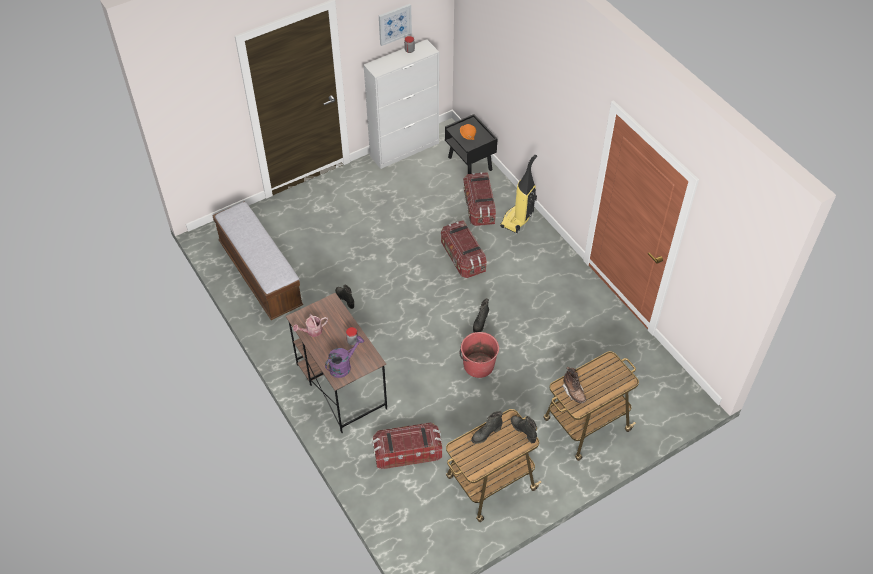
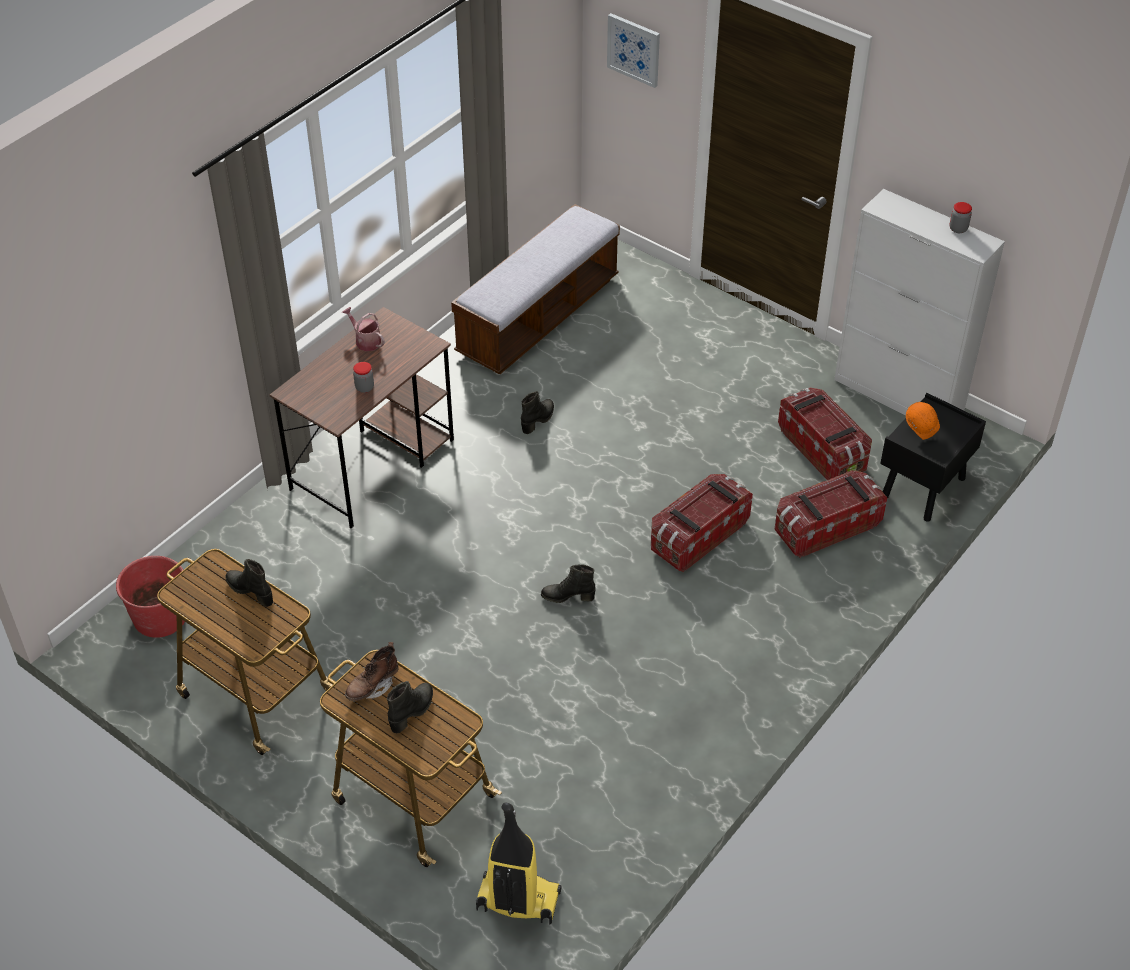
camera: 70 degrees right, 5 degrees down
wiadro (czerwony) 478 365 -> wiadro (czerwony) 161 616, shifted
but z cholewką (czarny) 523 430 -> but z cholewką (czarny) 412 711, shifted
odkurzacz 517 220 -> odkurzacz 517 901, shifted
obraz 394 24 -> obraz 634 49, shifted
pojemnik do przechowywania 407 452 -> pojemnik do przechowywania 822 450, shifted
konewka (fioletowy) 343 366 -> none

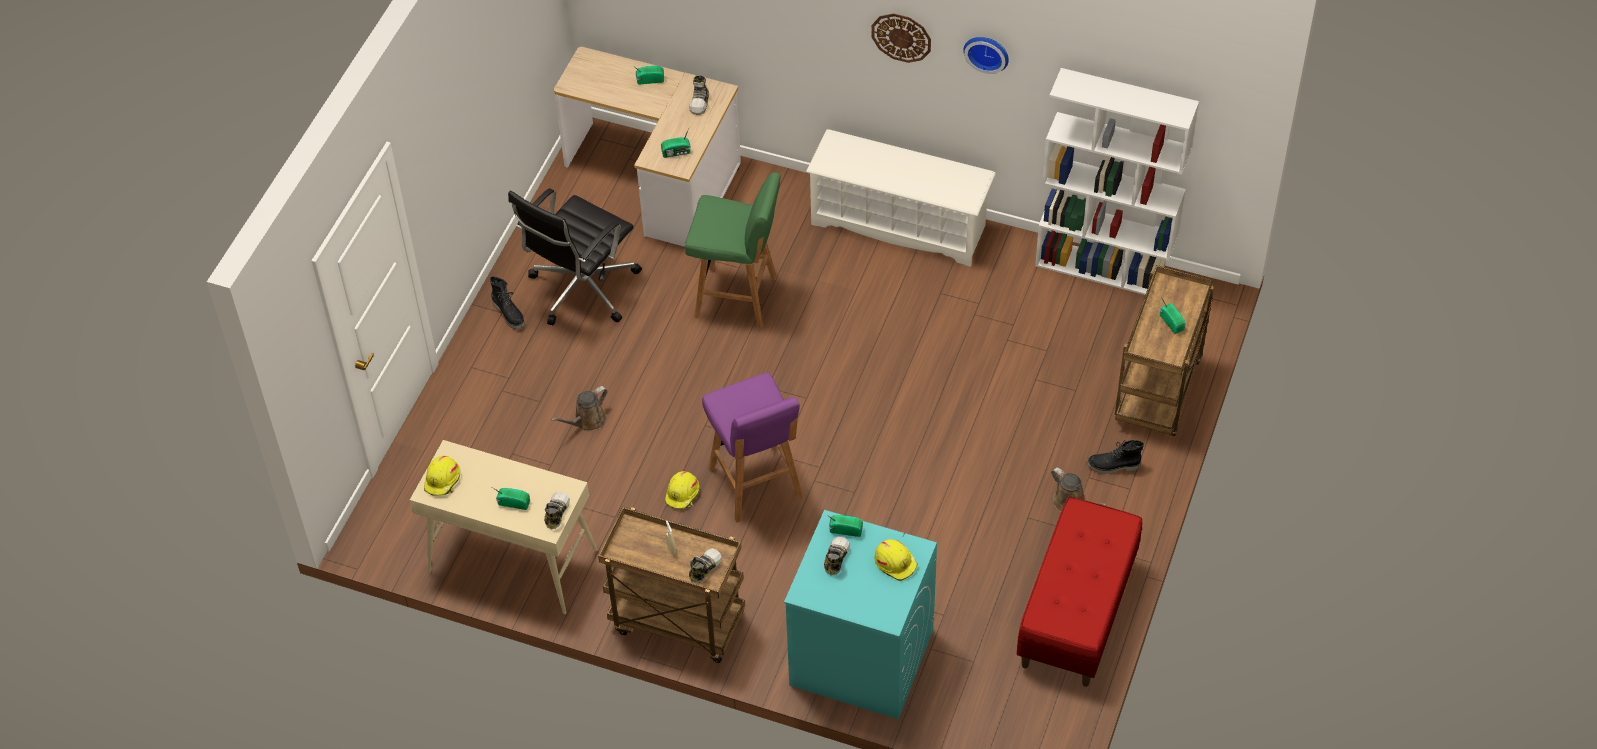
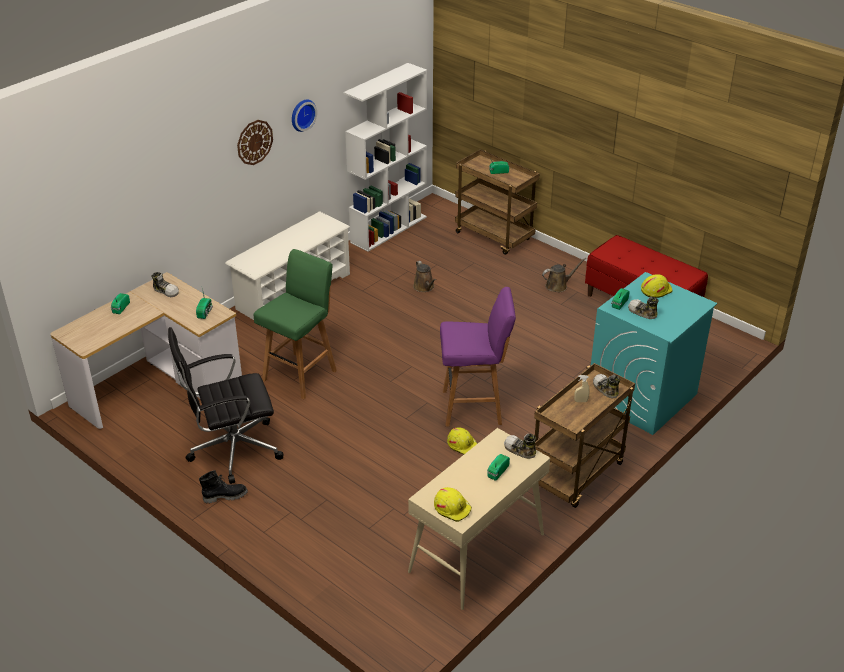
camera: 70 degrees left, 15 degrees down
krzesło biurowe (czarny) 581 290 -> krzesło biurowe (czarny) 232 450, 105 degrees clockwise
konewka (brązowy) 587 421 -> konewka (brązowy) 424 287, shifted
but z cholewką (czarny) 1113 466 -> none

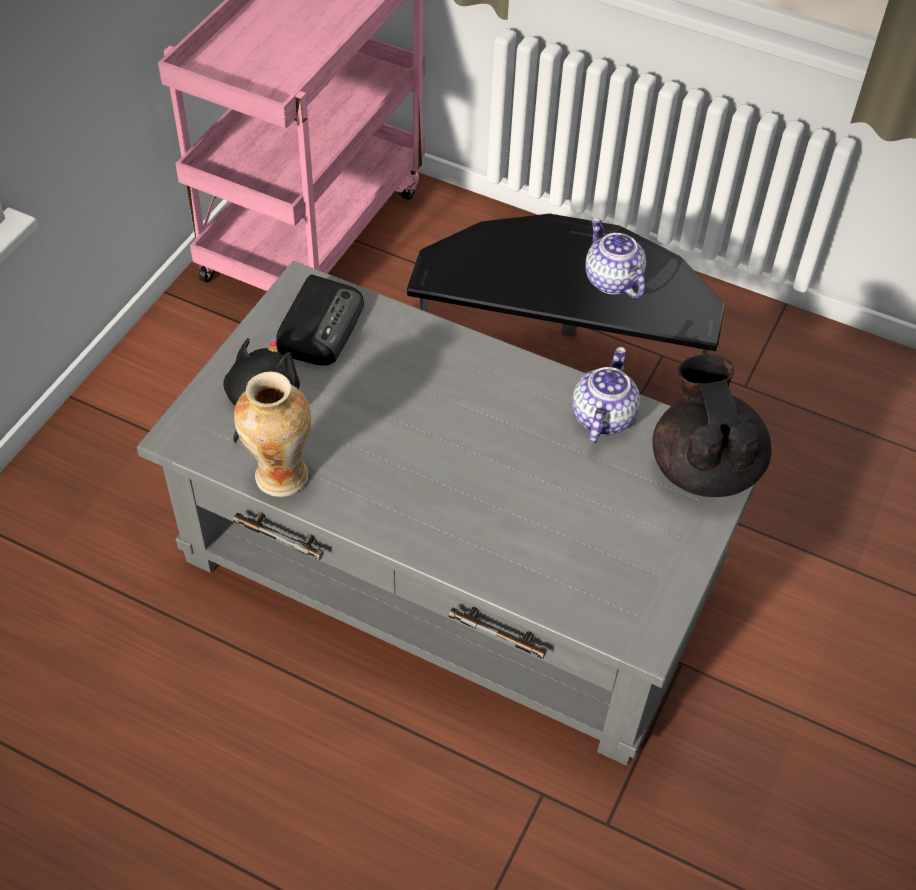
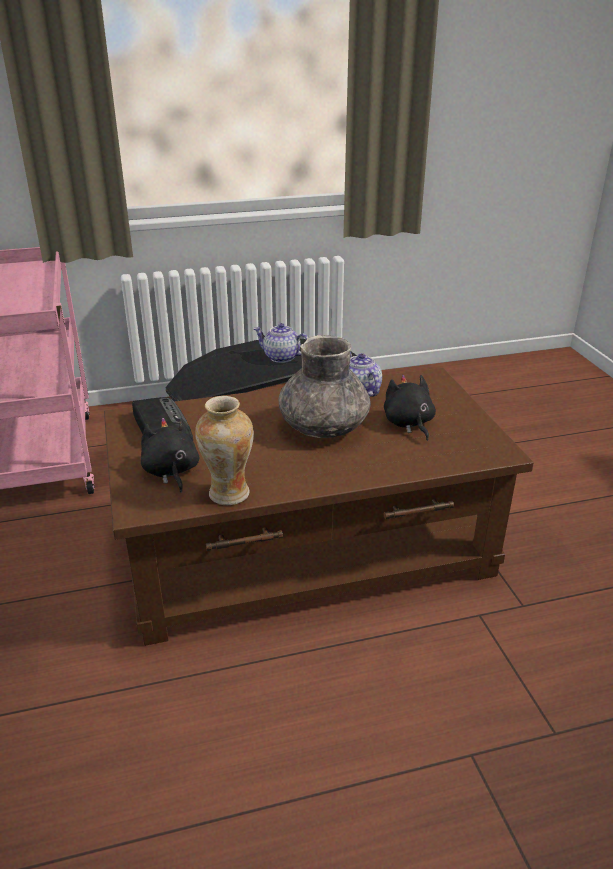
camera: 40 degrees left, 20 degrees down
ława (szary) 451 564 -> ława (brązowy) 305 550
none -> wazon (szary) 323 427
none -> pluszak (czarny) 408 424
imbryk (czarny) 704 467 -> none

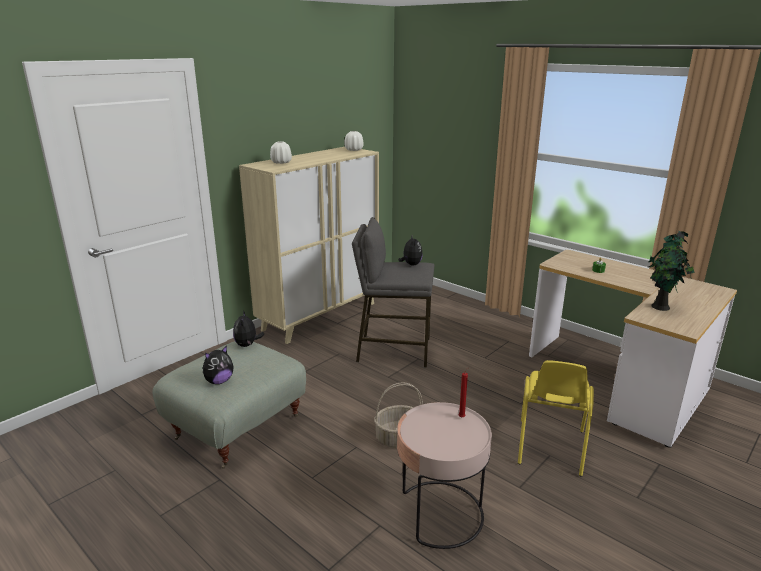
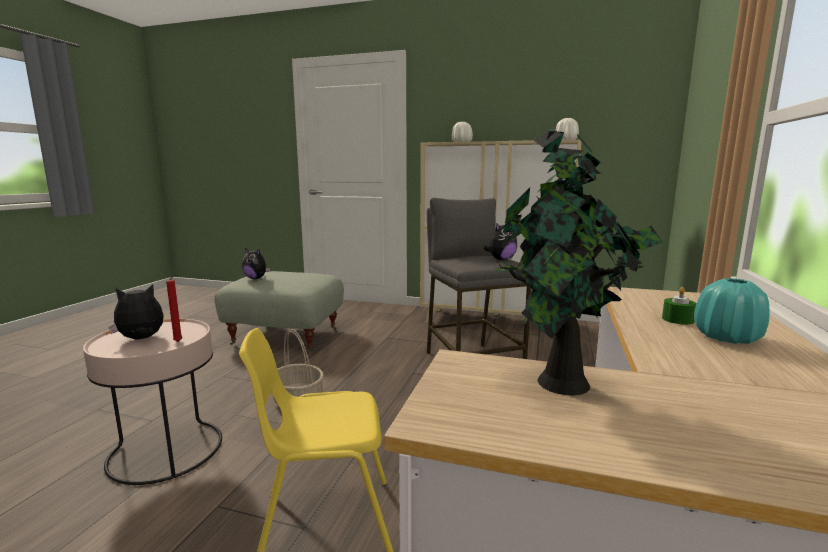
camera: 65 degrees right, 10 degrees down
pluszak 247 345 -> pluszak 141 339, shifted
none -> wazon (turkusowy) 727 337

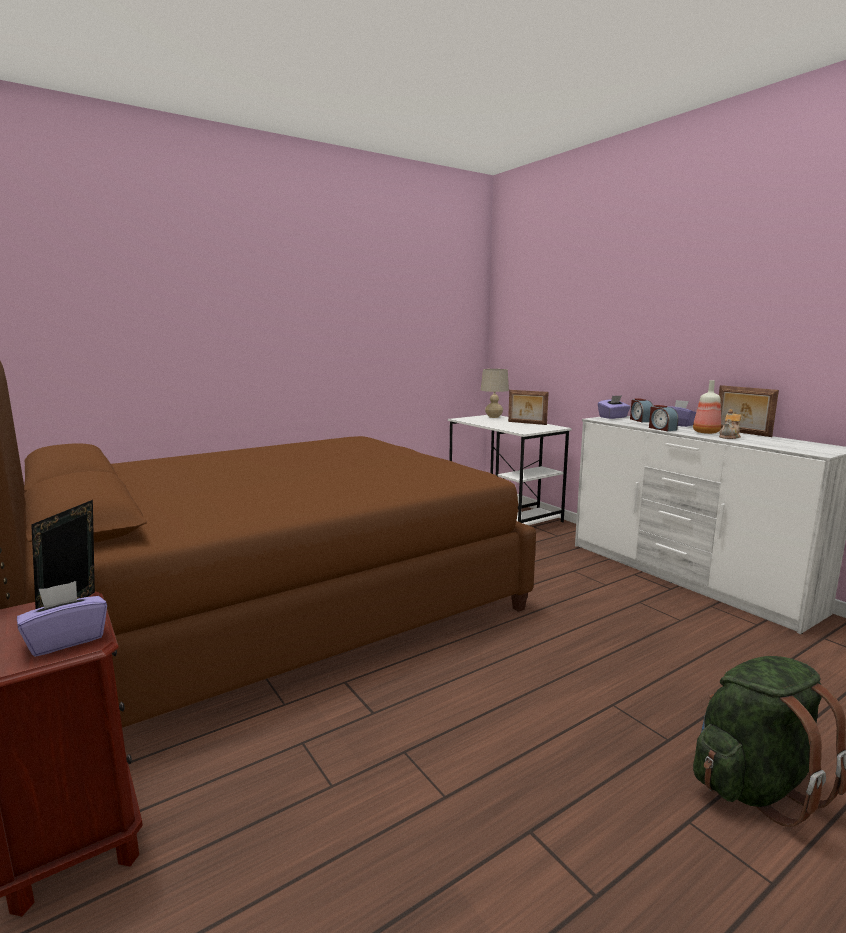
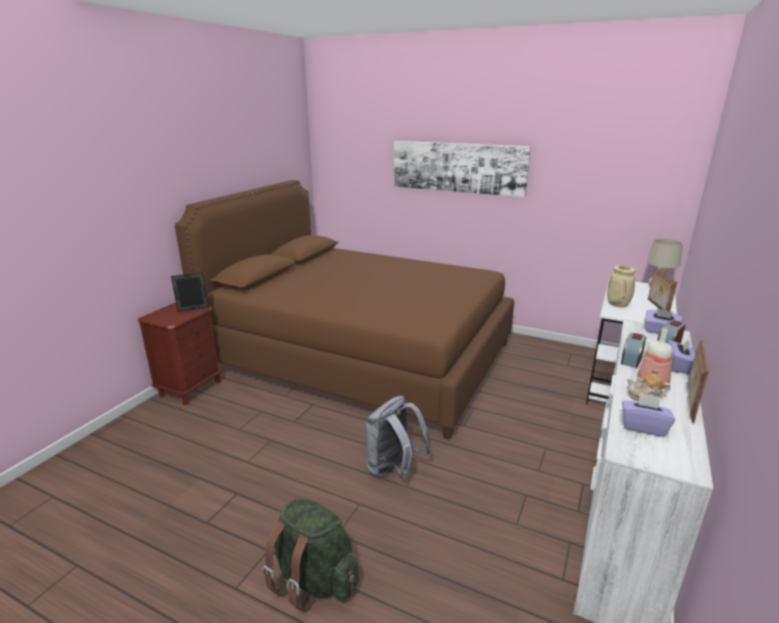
camera: 60 degrees right, 10 degrees up
none -> plecak (szary) 394 469
none -> obraz 458 167
none -> wazon (beżowy) 618 305
pudełko chusteczek (fioletowy) 66 640 -> pudełko chusteczek (fioletowy) 643 427, shifted

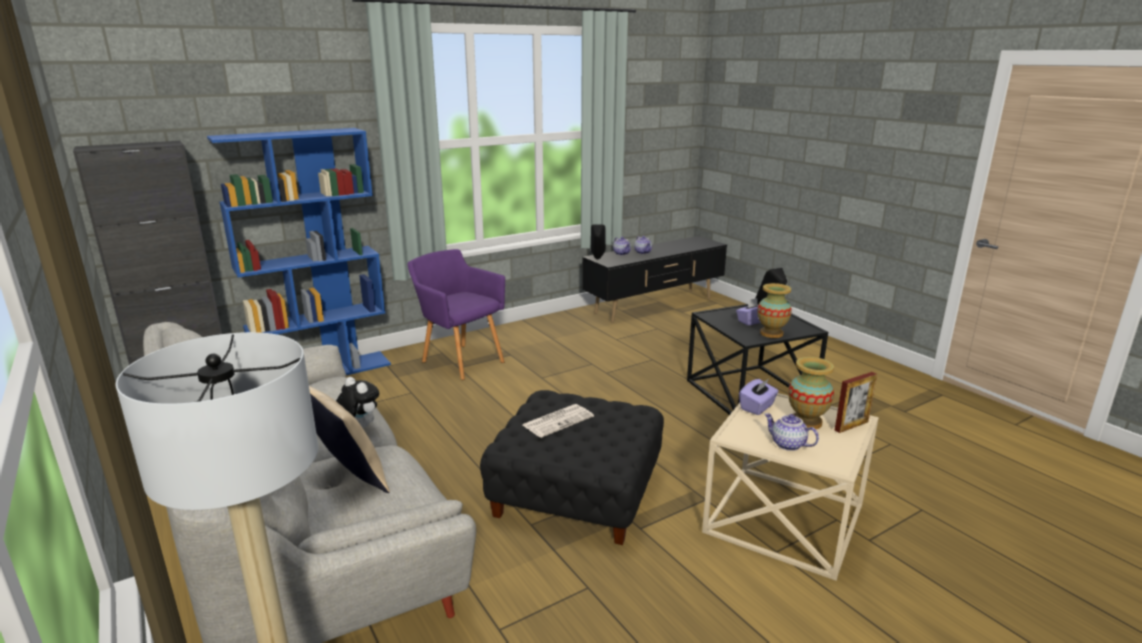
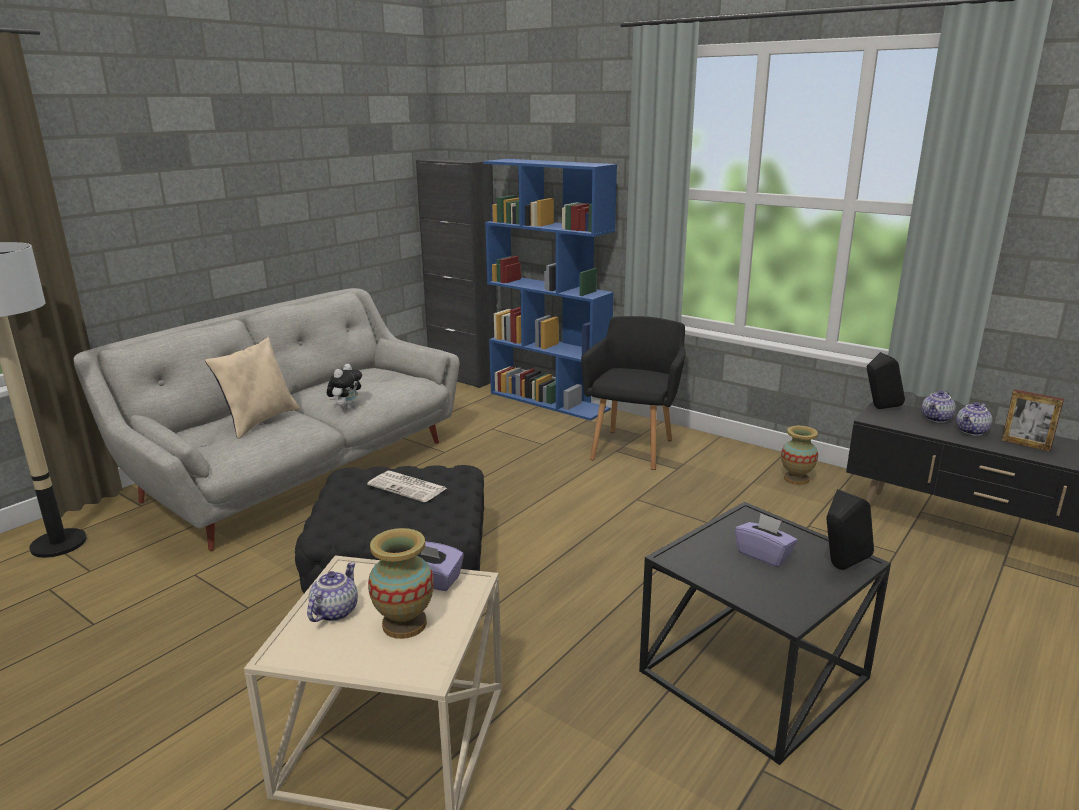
camera: 70 degrees right, 0 degrees up
fotel (fioletowy) 460 360 -> fotel (czarny) 634 447
wazon 771 333 -> wazon 796 479, shifted
ramka na zdjęcie 851 426 -> ramka na zdjęcie 1026 445, shifted

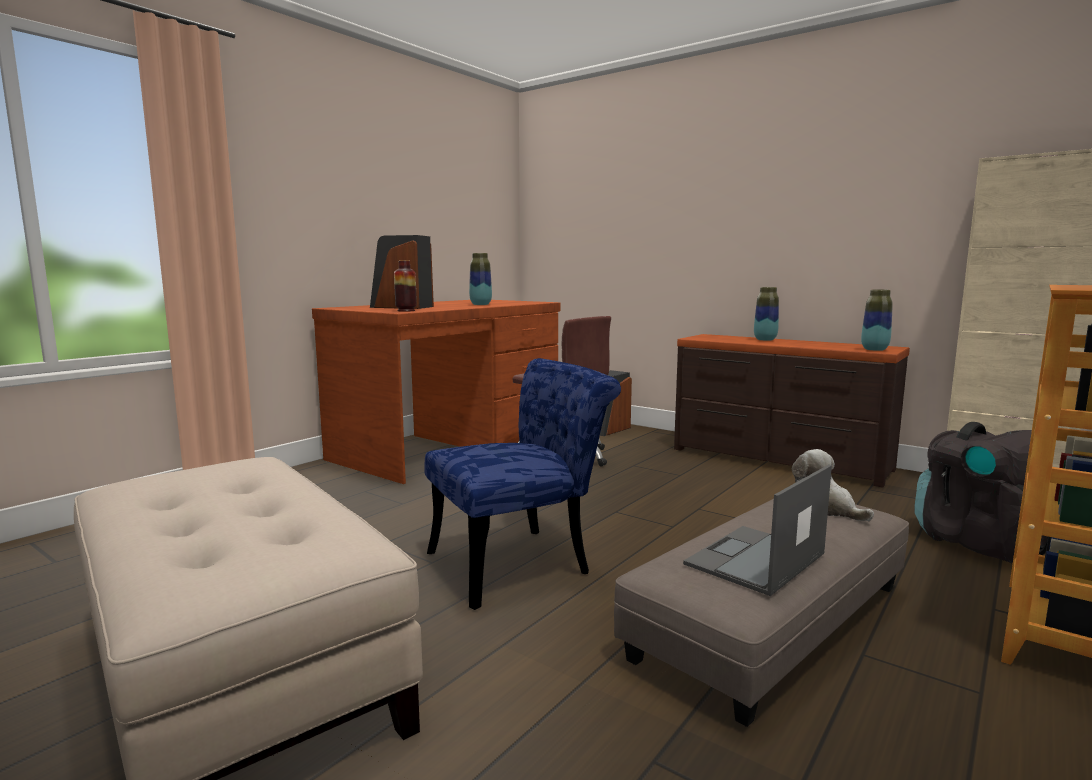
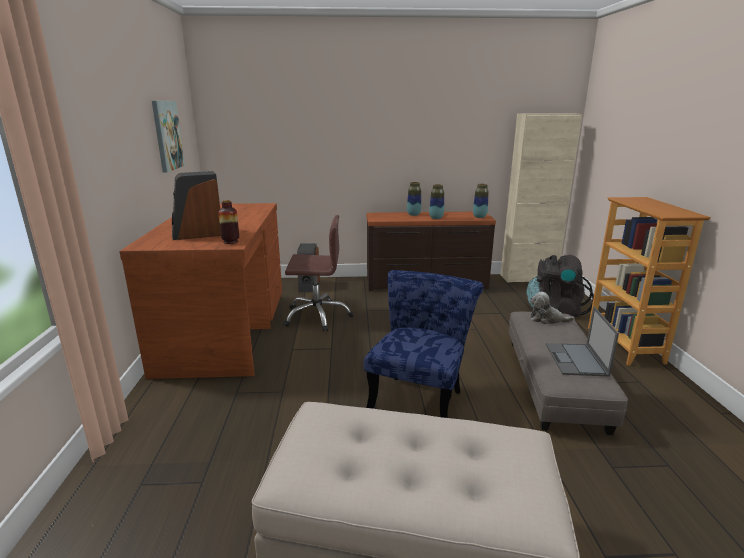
camera: 40 degrees left, 10 degrees up
none -> obraz 167 135
wazon 480 304 -> wazon 436 218, shifted

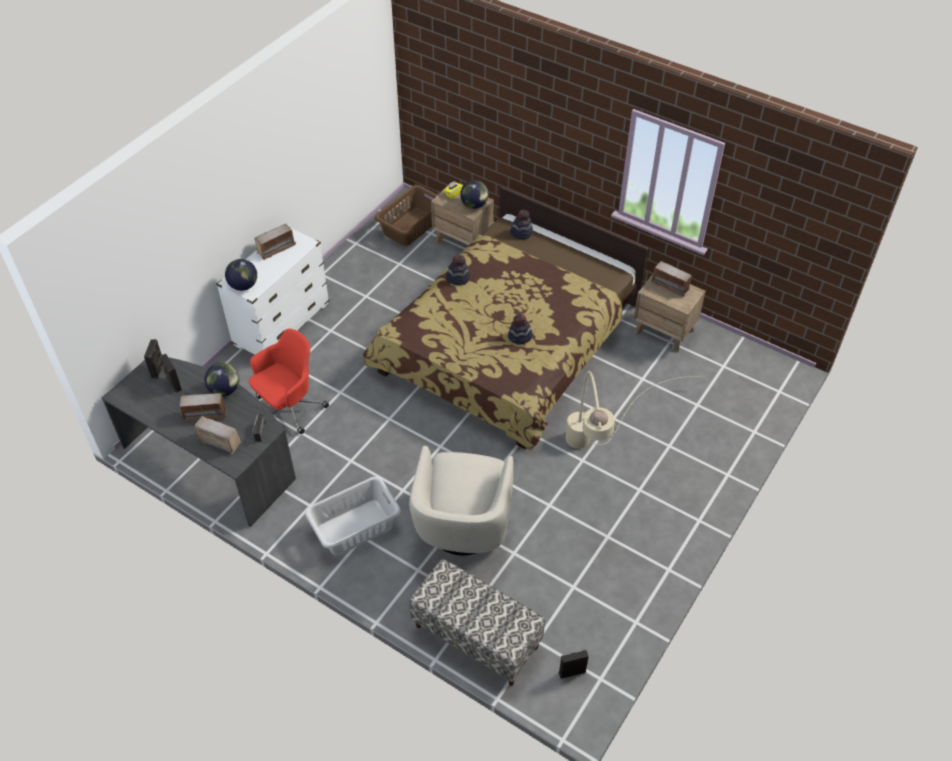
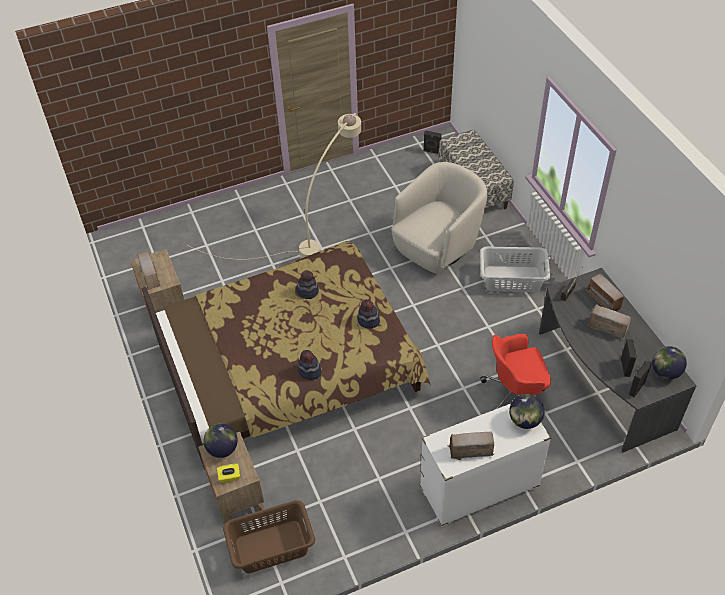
camera: 145 degrees left, 0 degrees up
kapelusz 521 232 -> kapelusz 368 321, shifted
globus 225 390 -> globus 665 372, shifted

